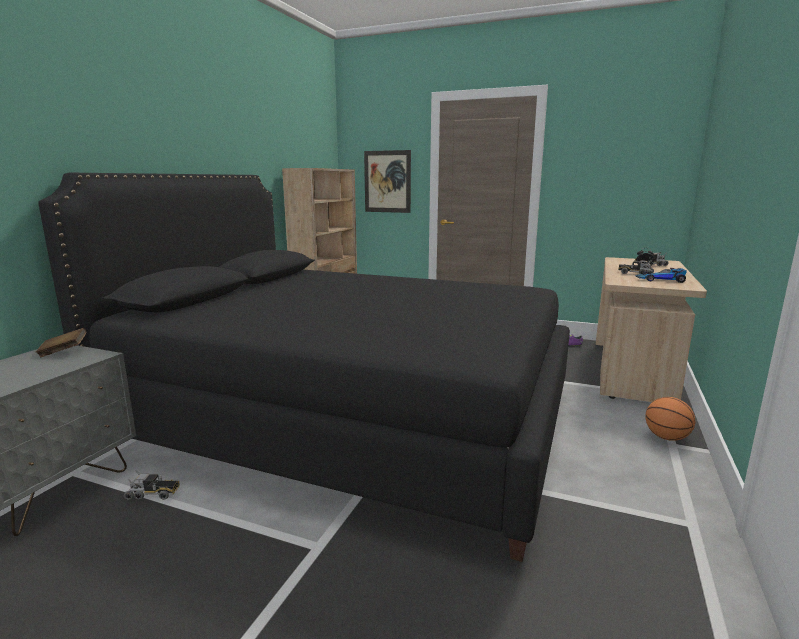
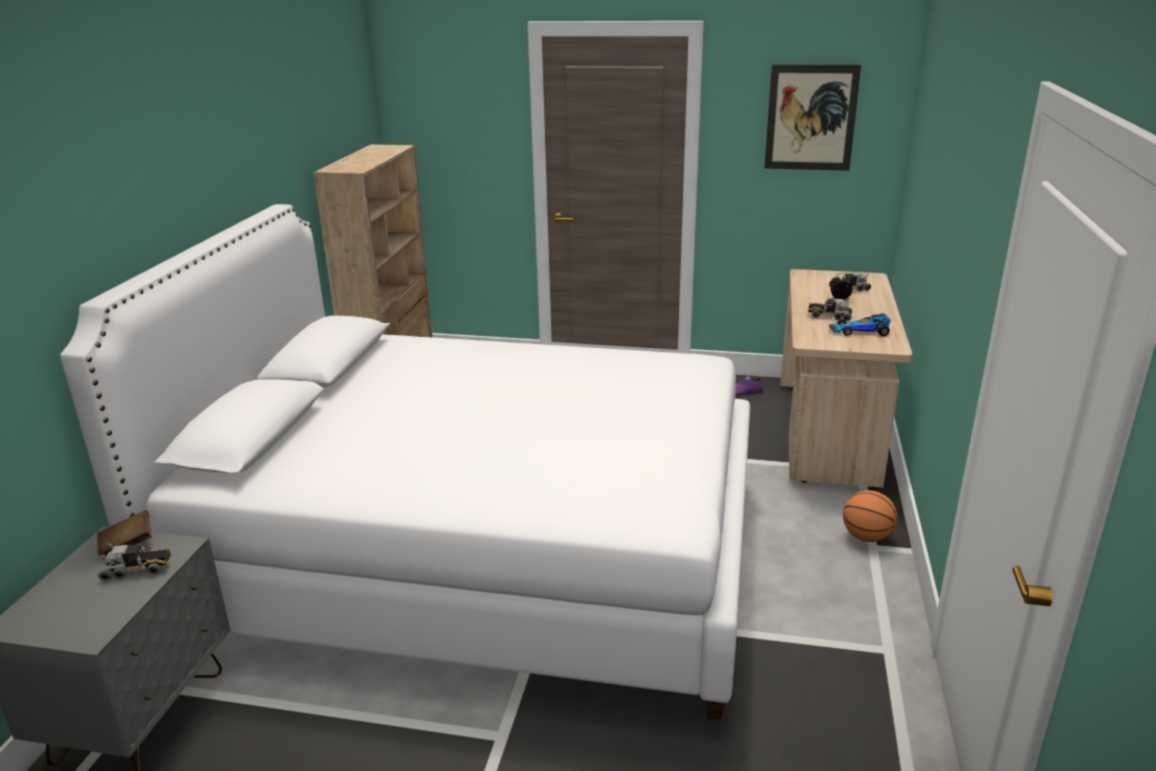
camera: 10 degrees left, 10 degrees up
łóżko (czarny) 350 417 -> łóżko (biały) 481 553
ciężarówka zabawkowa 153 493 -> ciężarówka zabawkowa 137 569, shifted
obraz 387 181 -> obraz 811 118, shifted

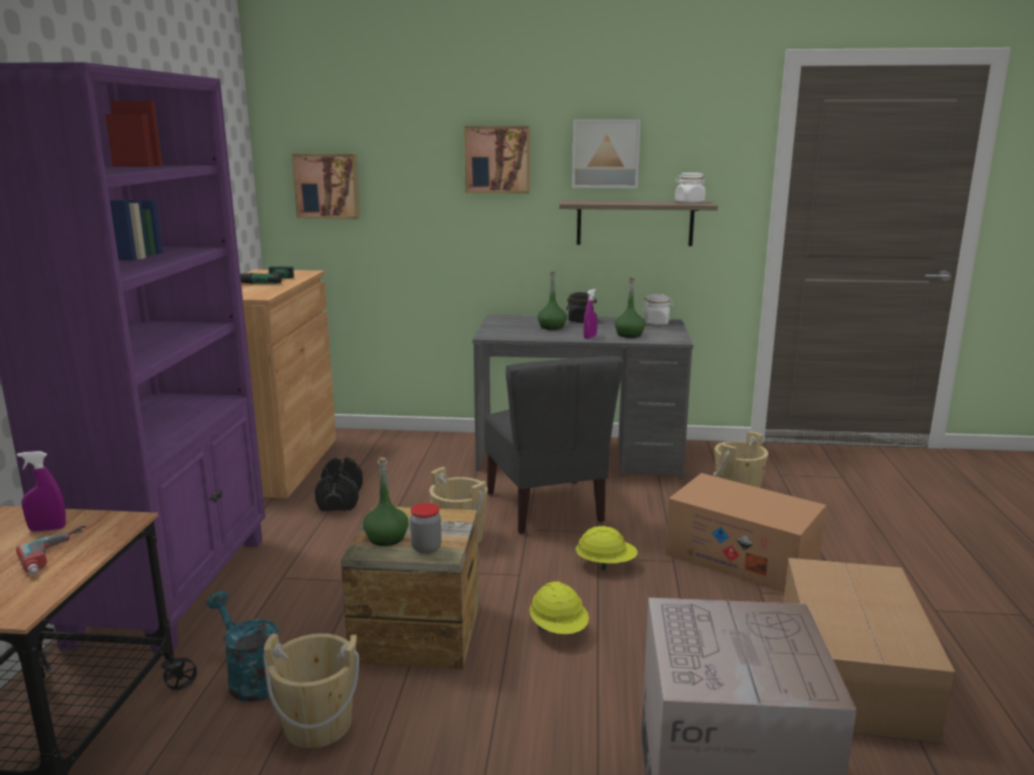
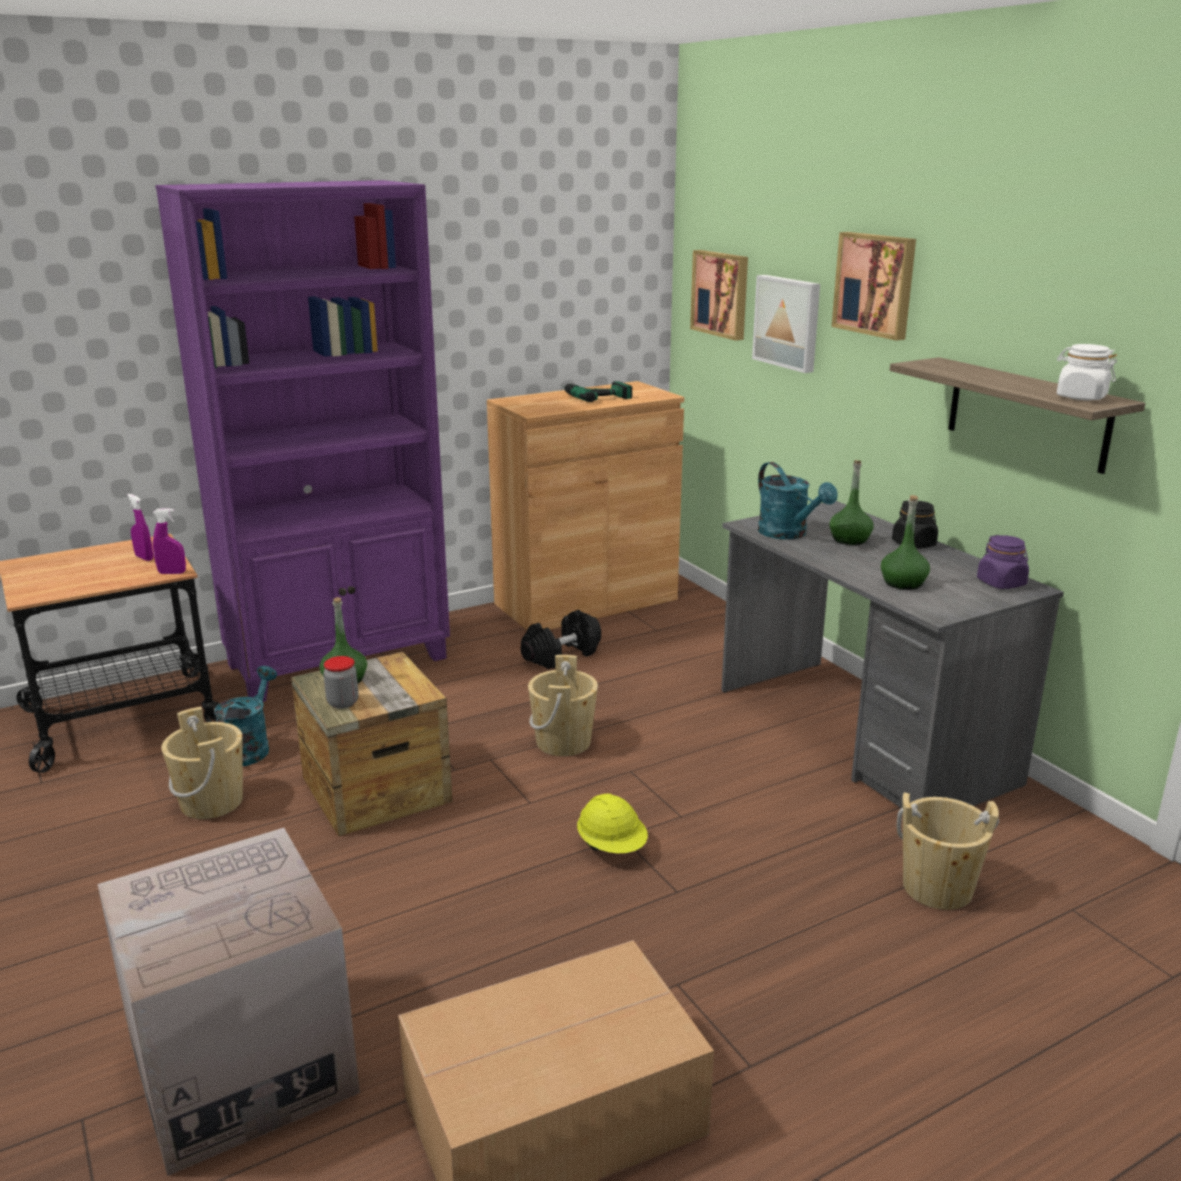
camera: 55 degrees right, 5 degrees up
spryskiwacz (fioletowy) 590 337 -> spryskiwacz (fioletowy) 172 573, shifted
obraz 605 153 -> obraz 788 322, shifted
none -> konewka (turkusowy) 789 534
słoik (biały) 657 323 -> słoik (fioletowy) 1001 583
wiertarka 59 555 -> none
krzesło (szary) 546 507 -> none
kask (żółty) 559 629 -> none
karton 741 557 -> none

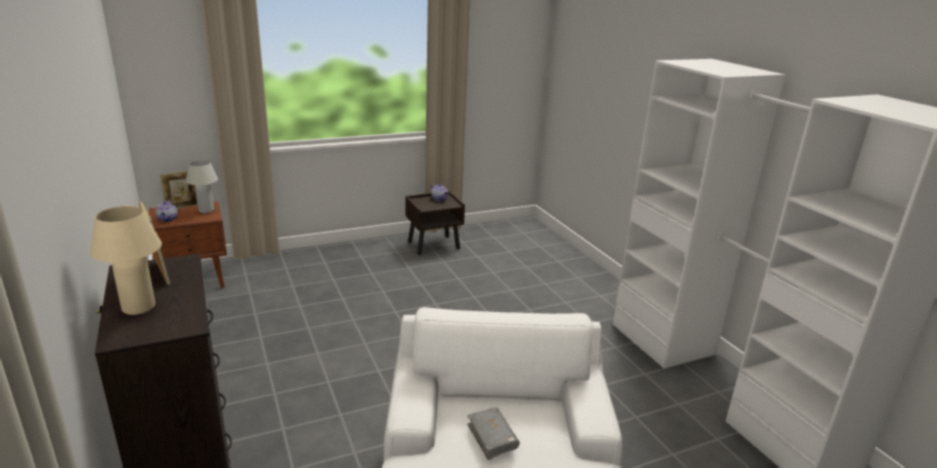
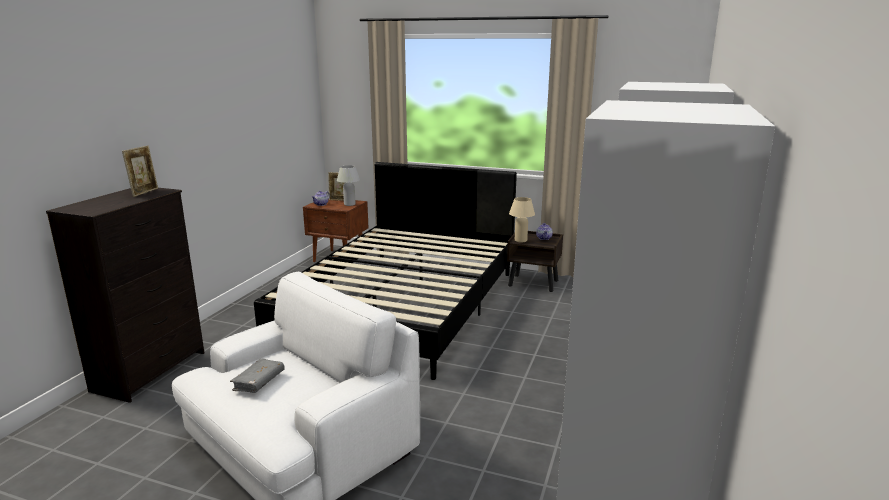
camera: 45 degrees right, 5 degrees down
none -> łóżko (czarny) 403 305
lampa stołowa (beżowy) 139 308 -> lampa stołowa (beżowy) 520 240, shifted

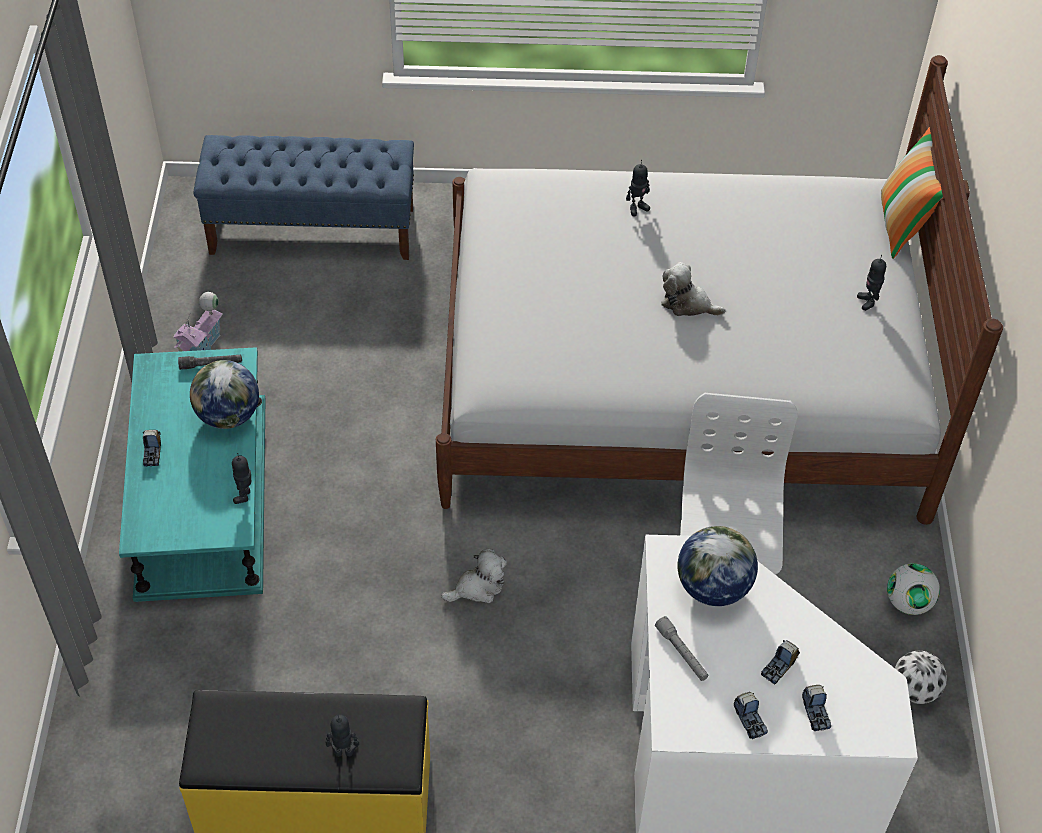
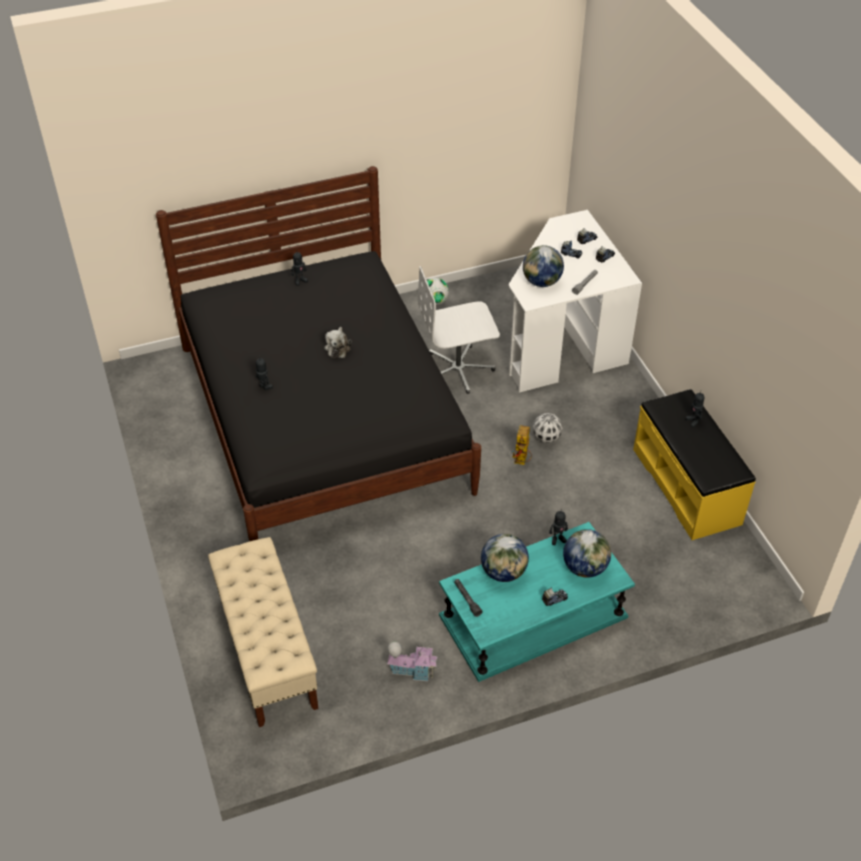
camera: 110 degrees left, 5 degrees down
łóżko (biały) 678 377 -> łóżko (czarny) 323 417
ławka (niebieski) 313 230 -> ławka (beżowy) 267 650
pluszak 478 587 -> robot zabawkowy 521 462
piłka futbolowa 914 690 -> piłka futbolowa 547 438, shifted
none -> globus 585 567
poduszka 902 224 -> none

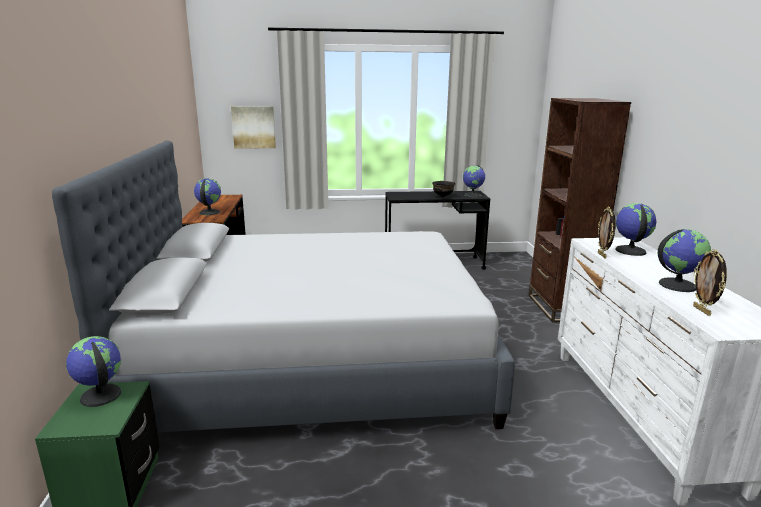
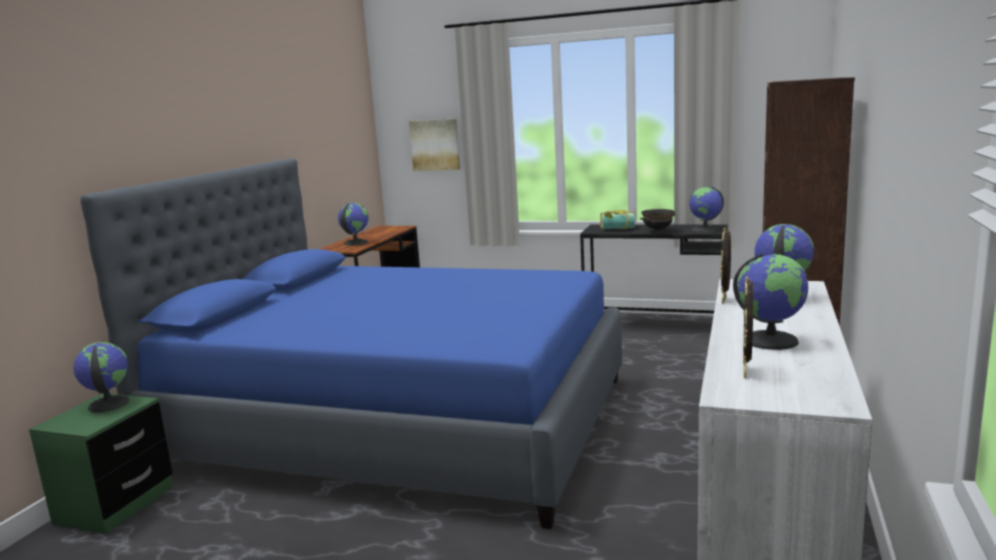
camera: 25 degrees right, 5 degrees down
łóżko (szary) 315 361 -> łóżko (niebieski) 400 421
none -> książka 618 229

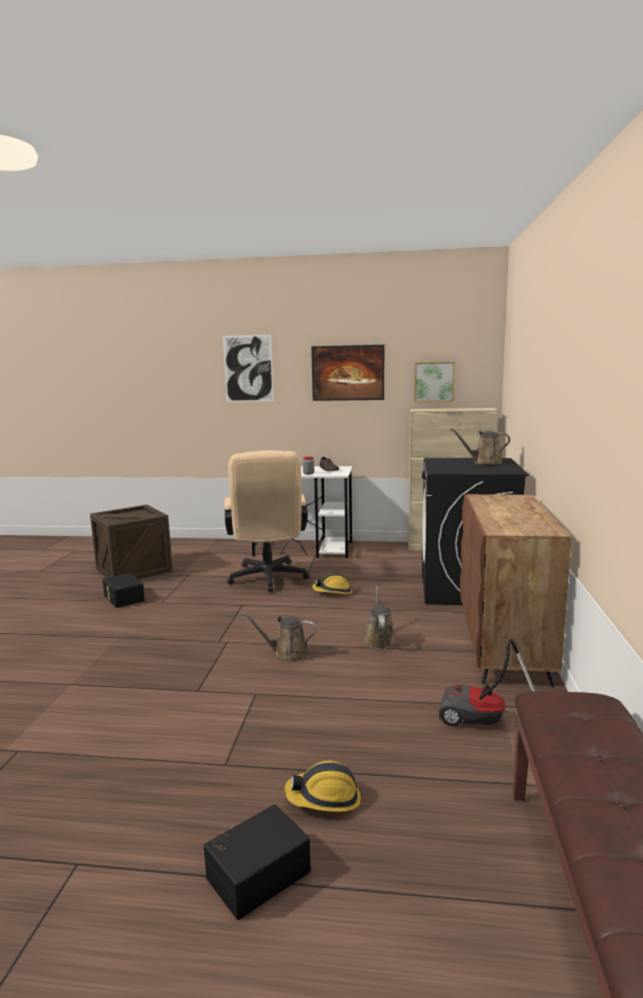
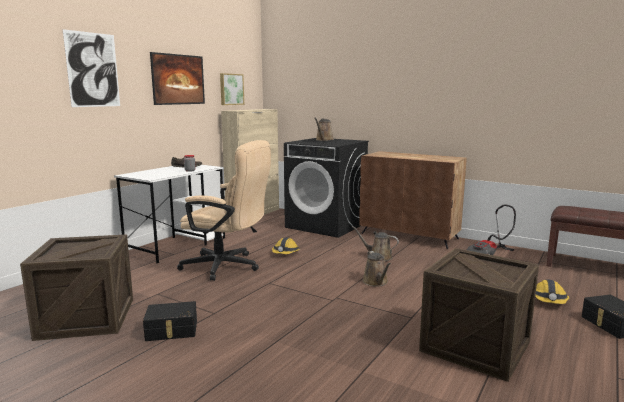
camera: 65 degrees left, 0 degrees up
konewka (brązowy) 287 654 -> konewka (brązowy) 376 282, 45 degrees counterclockwise
none -> skrzynka 475 346

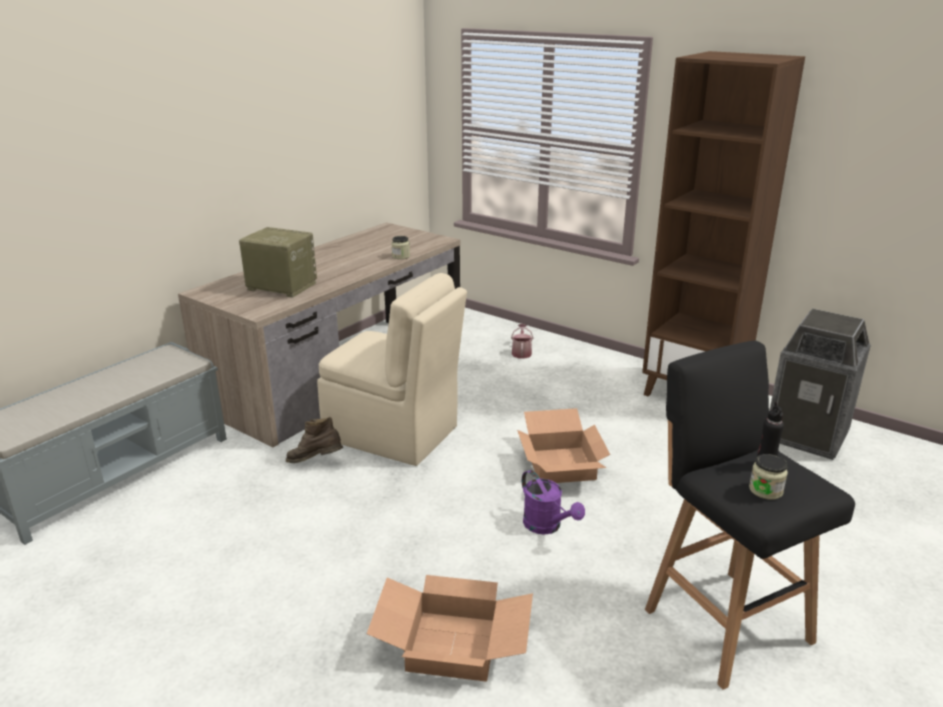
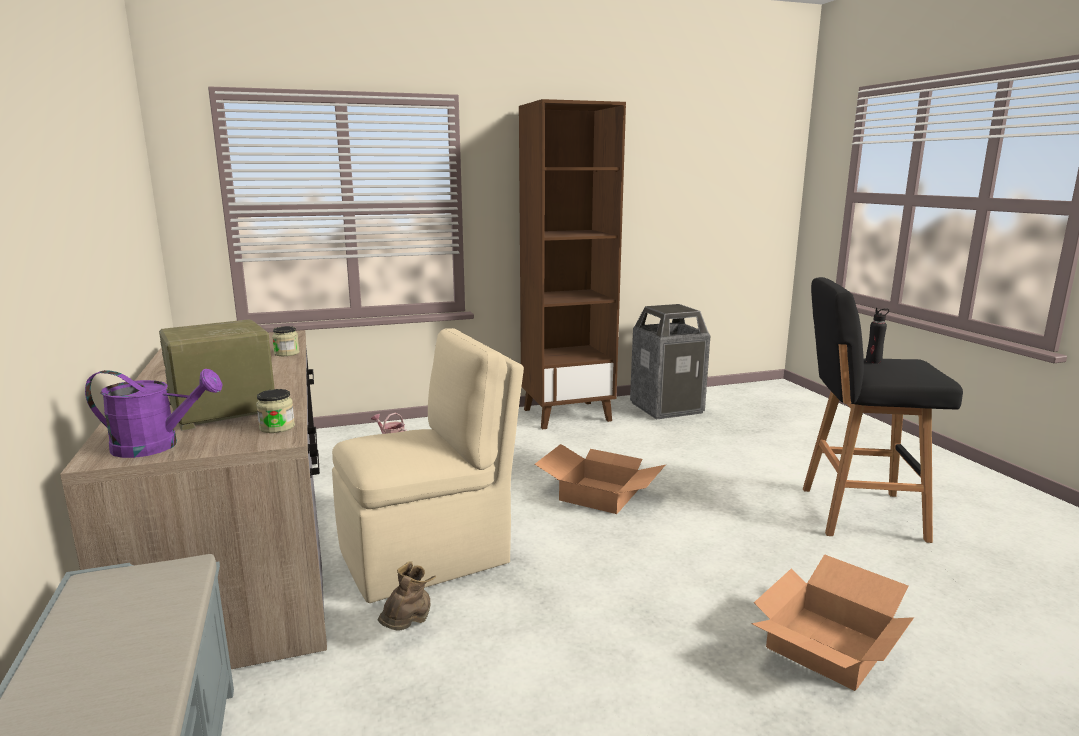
camera: 55 degrees left, 10 degrees down
konewka (fioletowy) 547 526 -> konewka (fioletowy) 157 446, shifted
słoik 765 490 -> słoik 277 427, shifted
but z cholewką (brązowy) 316 462 -> but z cholewką (brązowy) 409 627, 150 degrees clockwise

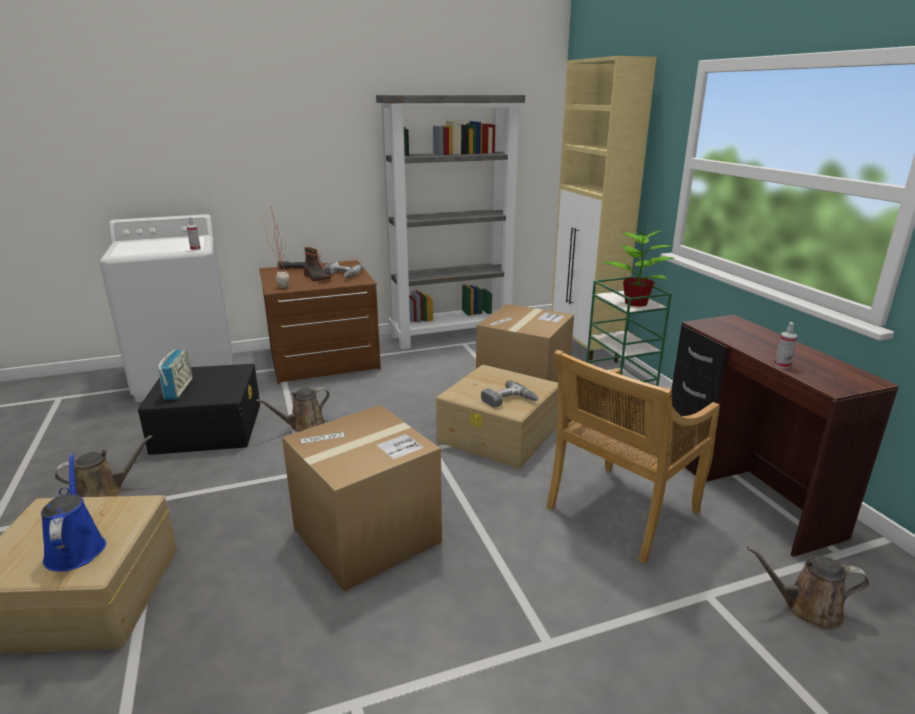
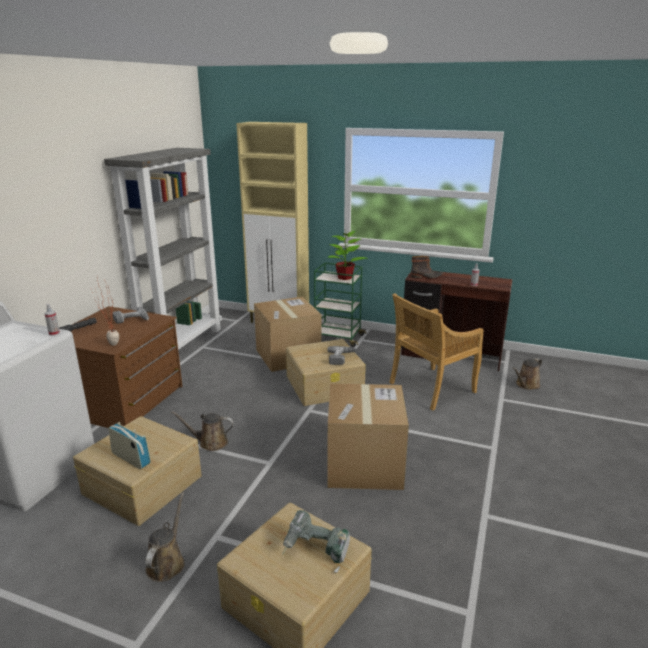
camera: 50 degrees left, 0 degrees up
pojemnik do przechowywania (czarny) 208 427 -> pojemnik do przechowywania (beżowy) 142 484
konewka (brązowy) 304 425 -> konewka (brązowy) 210 443, 90 degrees clockwise
konewka (niebieski) 76 548 -> wiertarka 315 551
krzesło (beżowy) 621 511 -> krzesło (beżowy) 431 388, 60 degrees clockwise
but z cholewką 316 278 -> but z cholewką 427 277, shifted

